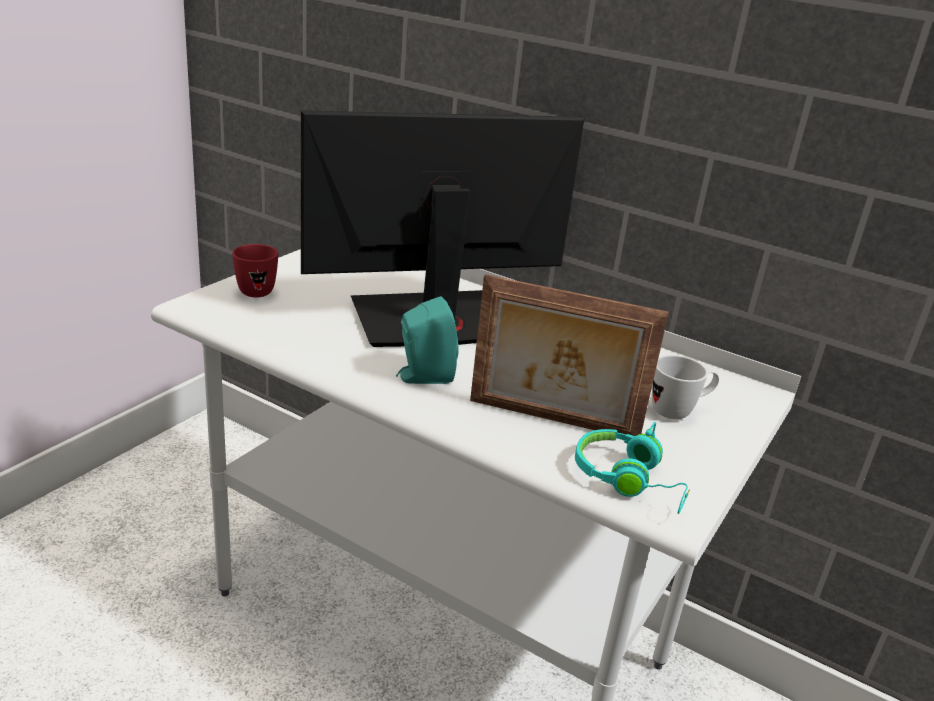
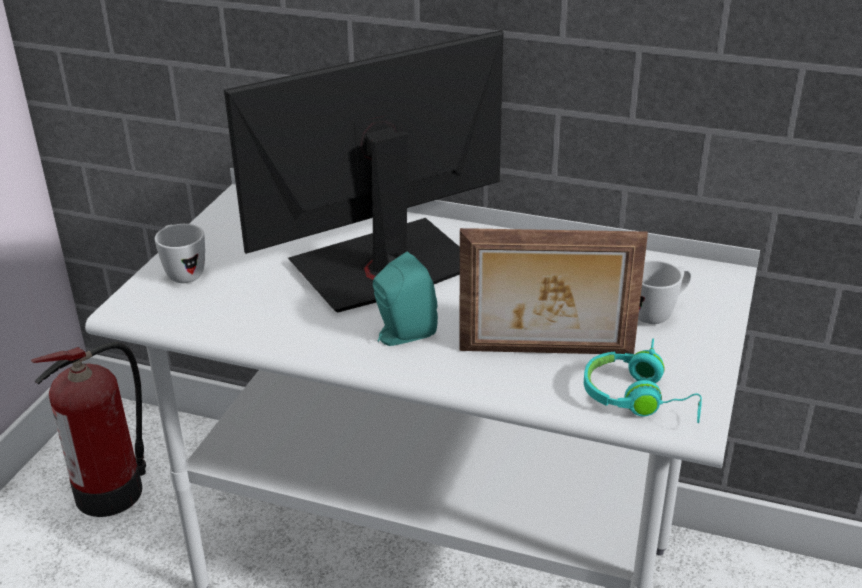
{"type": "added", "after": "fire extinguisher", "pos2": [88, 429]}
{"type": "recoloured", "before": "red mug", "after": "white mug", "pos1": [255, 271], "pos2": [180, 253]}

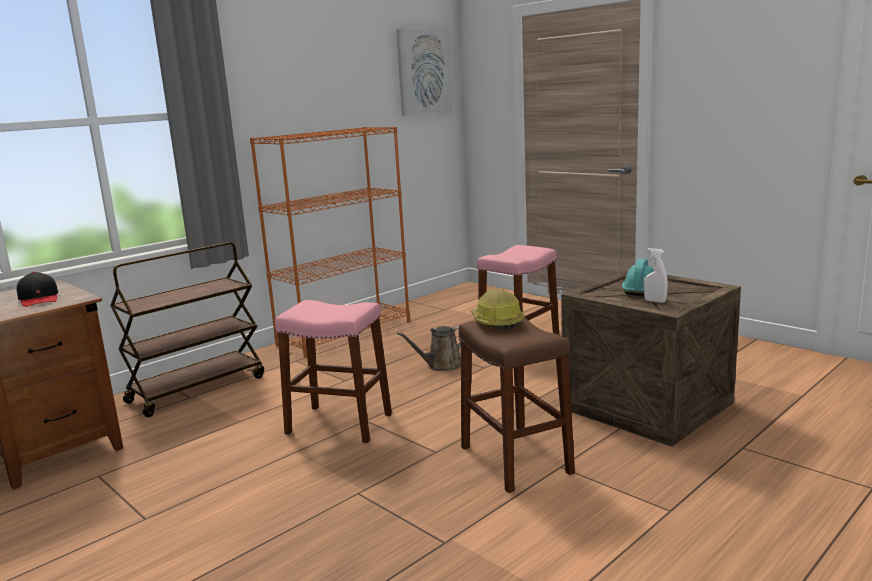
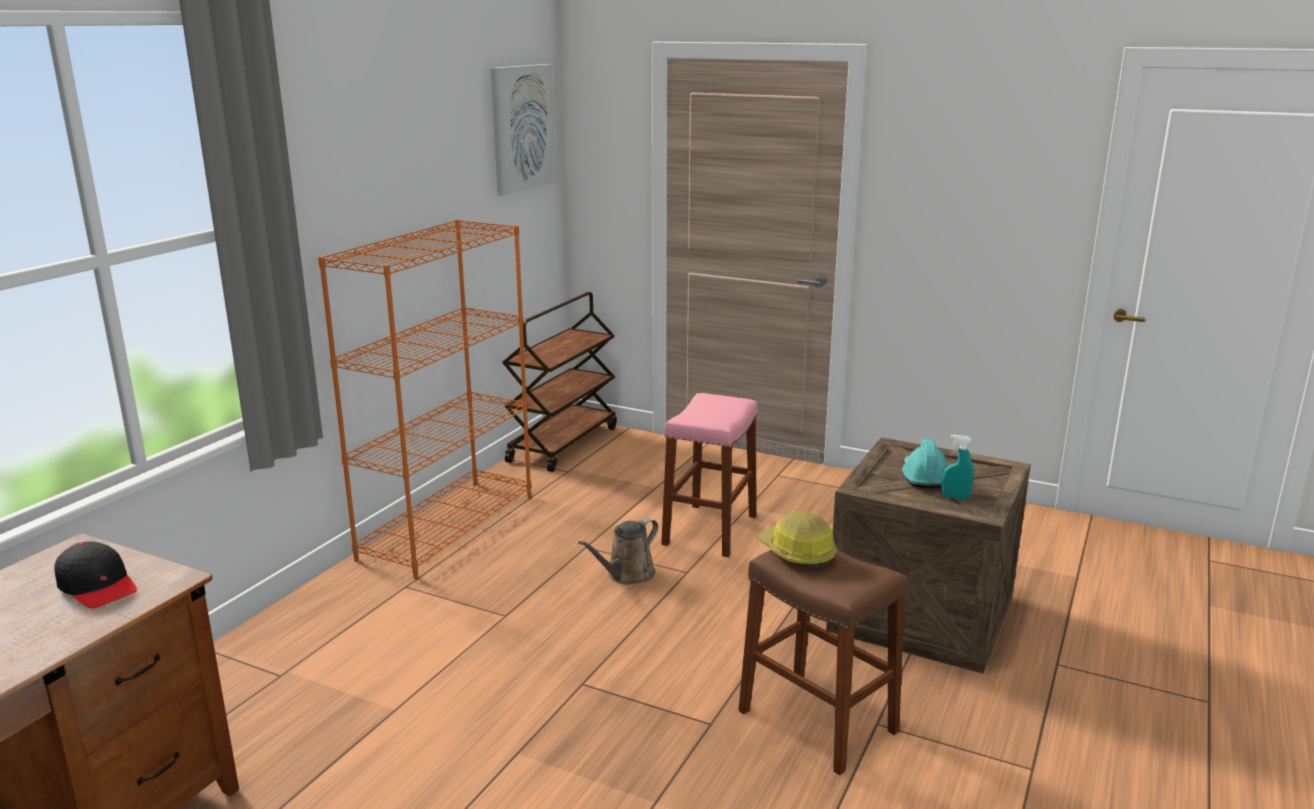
{"type": "removed", "before": "pink stool", "pos1": [333, 371]}
{"type": "moved", "before": "brown cart", "pos1": [187, 329], "pos2": [559, 382]}
{"type": "recoloured", "before": "white spray bottle", "after": "turquoise spray bottle", "pos1": [656, 275], "pos2": [958, 467]}

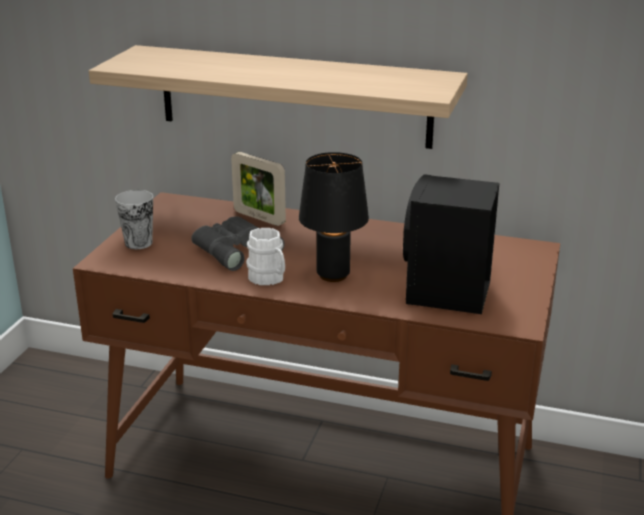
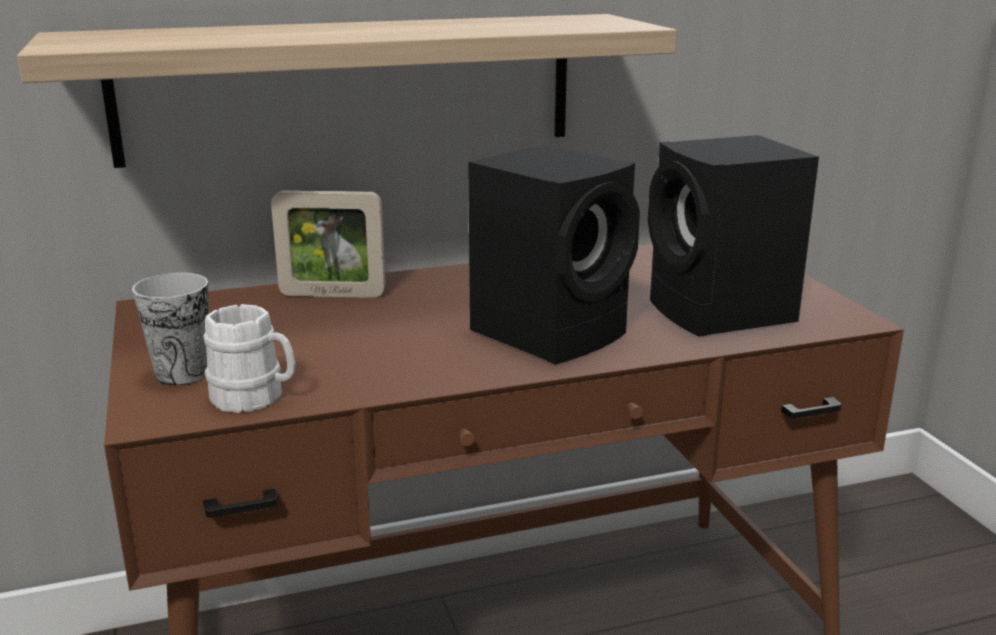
{"type": "removed", "before": "grey binoculars", "pos1": [238, 243]}
{"type": "moved", "before": "white mug", "pos1": [265, 256], "pos2": [249, 358]}
{"type": "replaced", "before": "black table lamp", "after": "black speaker", "pos1": [334, 217], "pos2": [554, 255]}

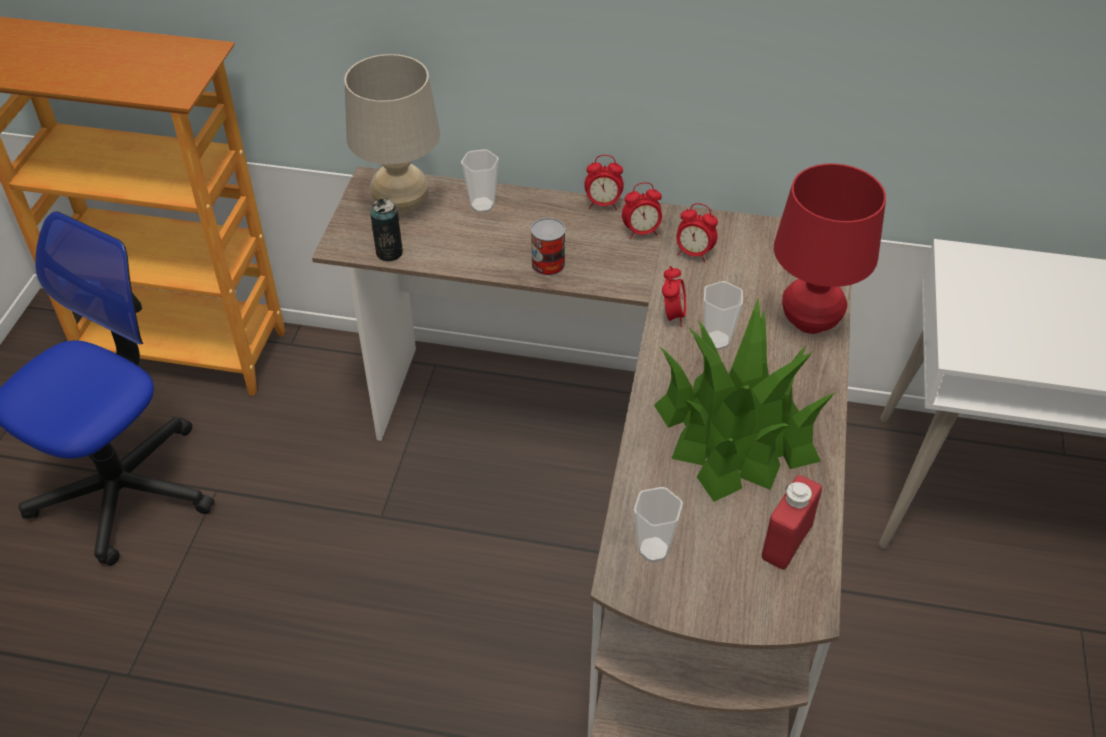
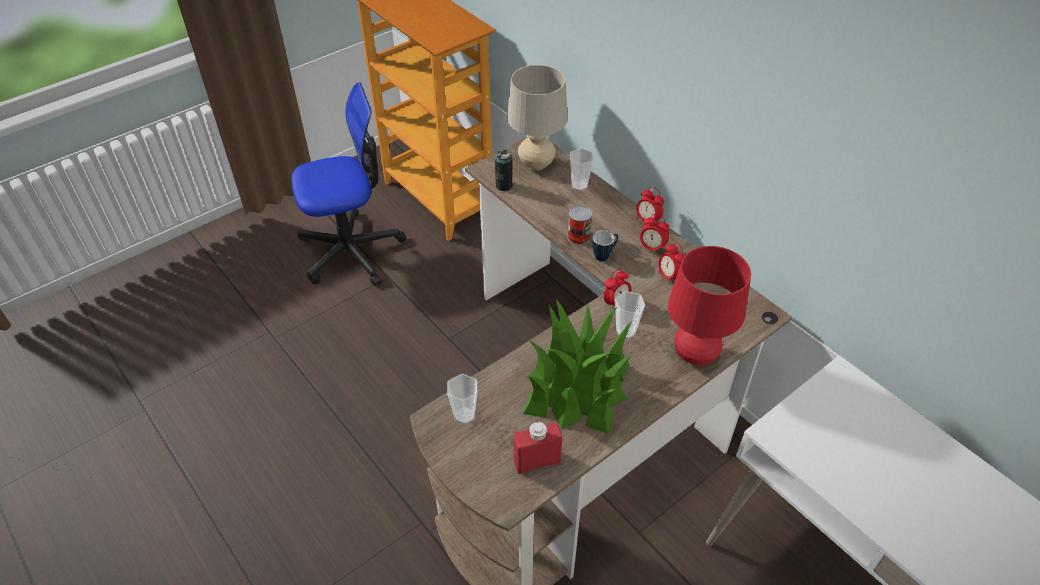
{"type": "added", "after": "mug", "pos2": [605, 245]}

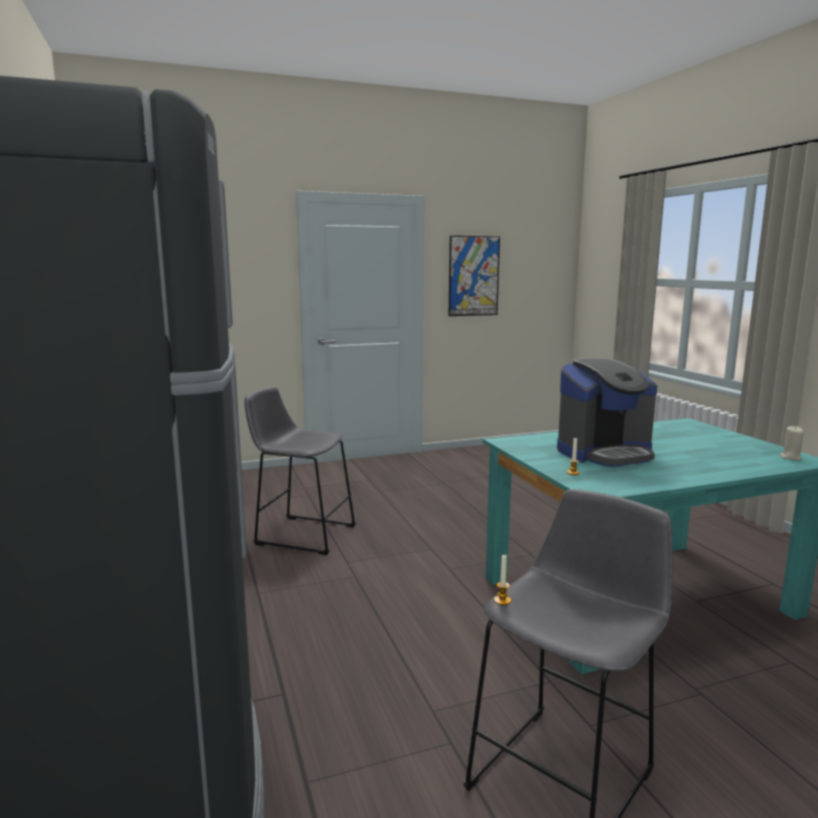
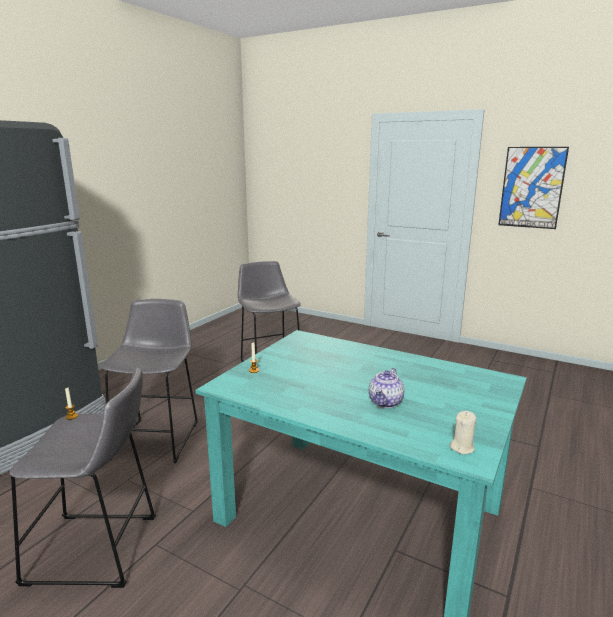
{"type": "removed", "before": "coffee machine", "pos1": [607, 412]}
{"type": "added", "after": "grey stool", "pos2": [149, 381]}
{"type": "added", "after": "teapot", "pos2": [386, 388]}

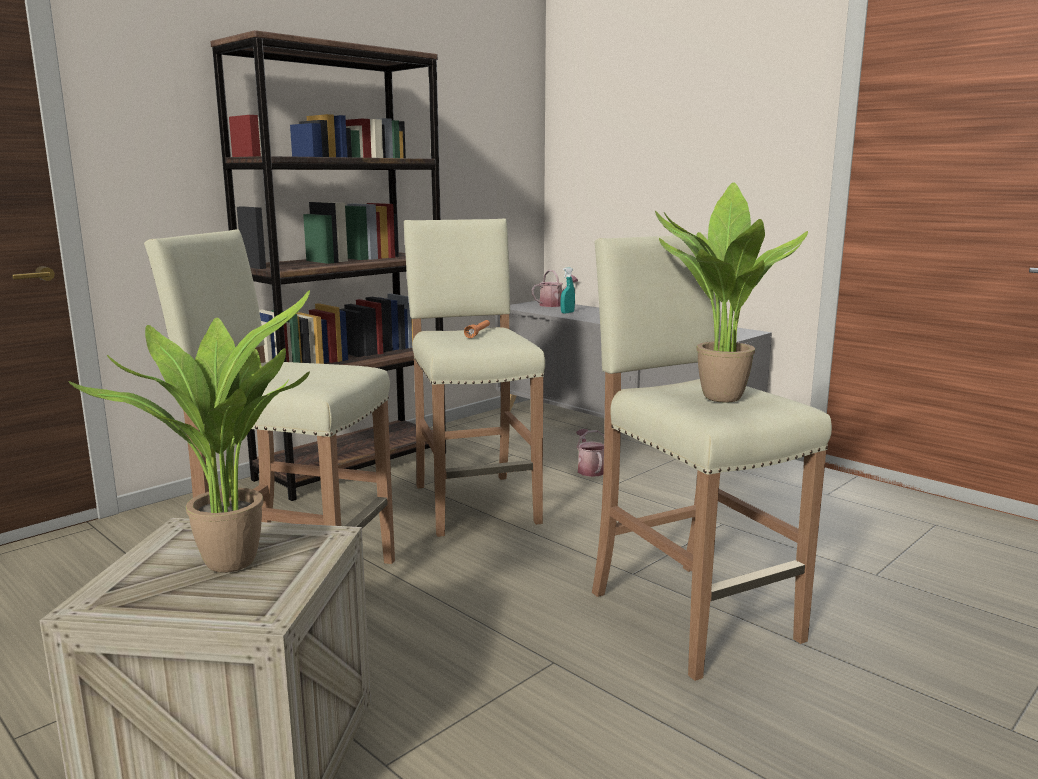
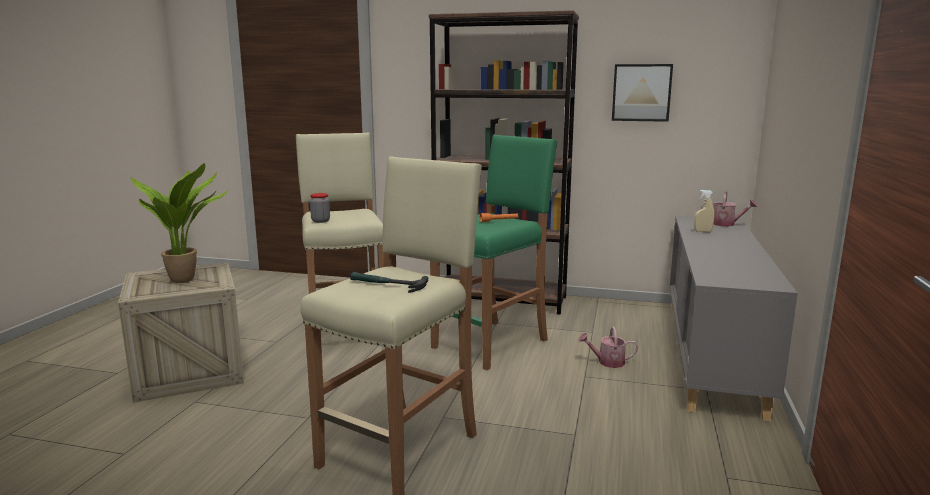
{"type": "added", "after": "jar", "pos2": [320, 208]}
{"type": "added", "after": "picture", "pos2": [642, 93]}
{"type": "replaced", "before": "potted plant", "after": "hammer", "pos1": [731, 292], "pos2": [389, 282]}
{"type": "recoloured", "before": "beige stool", "after": "green stool", "pos1": [474, 377], "pos2": [493, 252]}
{"type": "recoloured", "before": "turquoise spray bottle", "after": "beige spray bottle", "pos1": [568, 290], "pos2": [704, 211]}
{"type": "turned", "before": "watering can", "pos1": [590, 453], "pos2": [608, 347], "turn": -135}

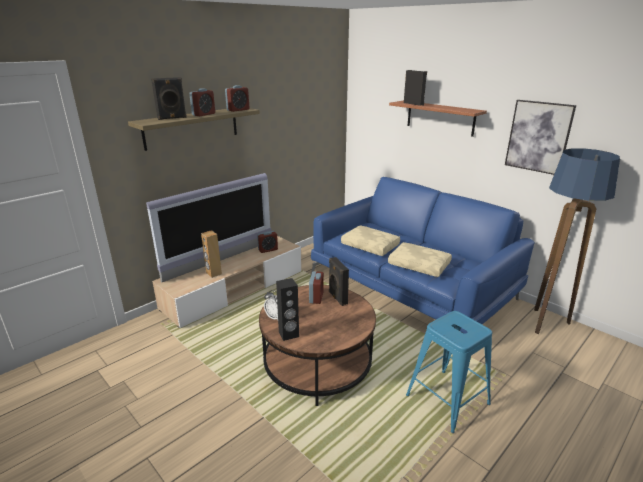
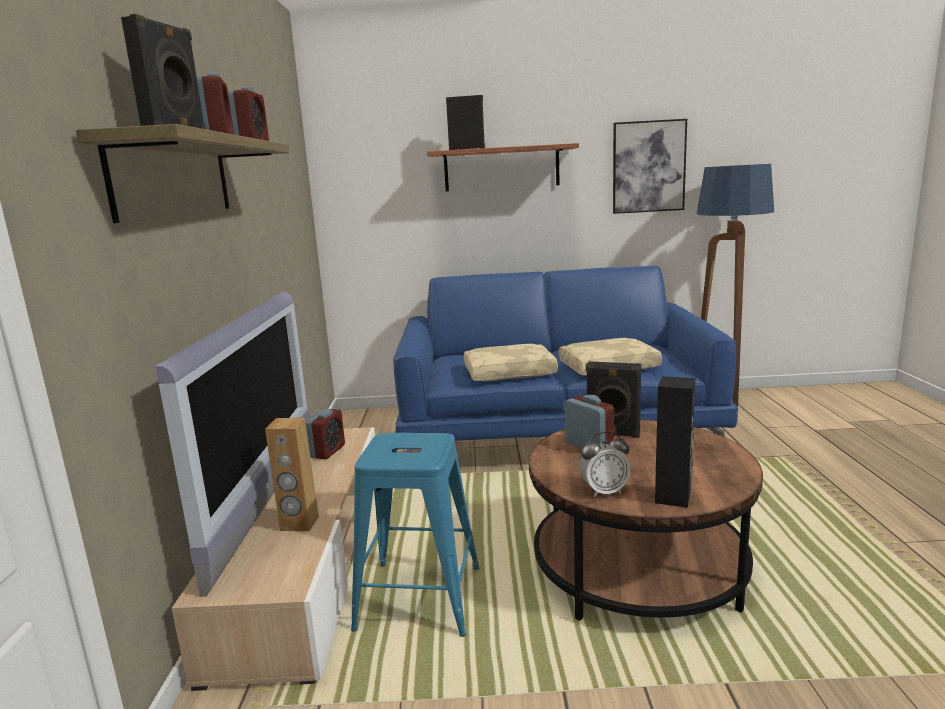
{"type": "moved", "before": "blue stool", "pos1": [449, 372], "pos2": [415, 535]}

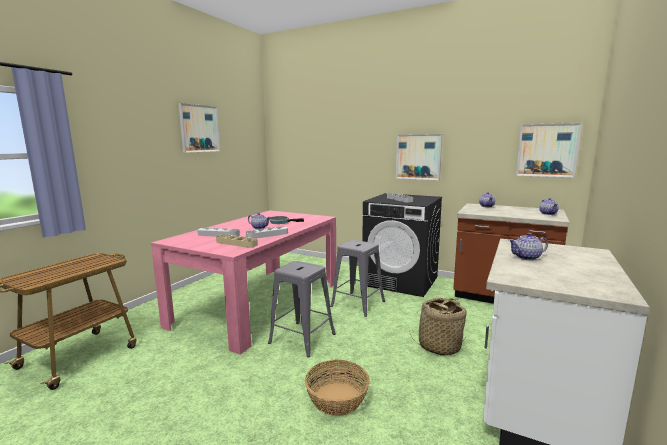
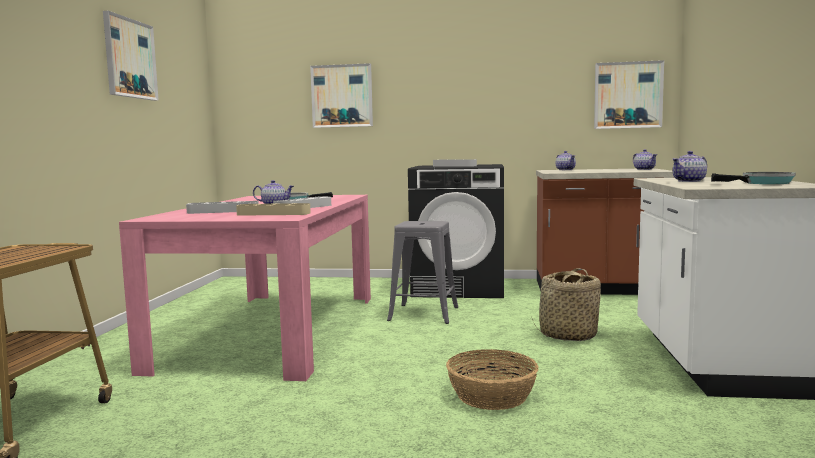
{"type": "removed", "before": "grey stool", "pos1": [302, 309]}
{"type": "added", "after": "frying pan", "pos2": [753, 178]}
{"type": "moved", "before": "picture", "pos1": [419, 157], "pos2": [341, 95]}

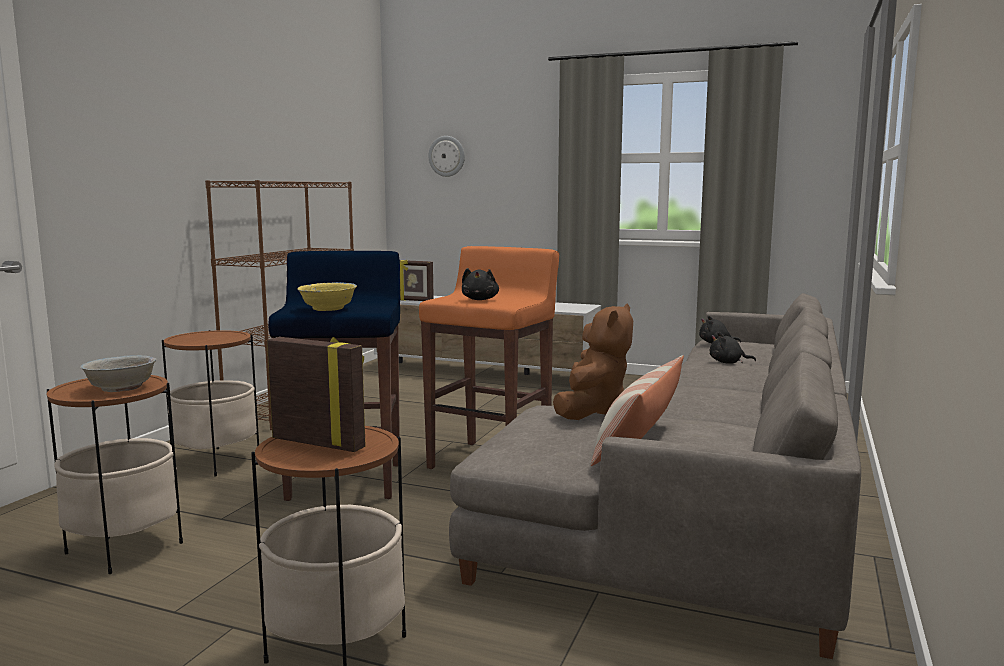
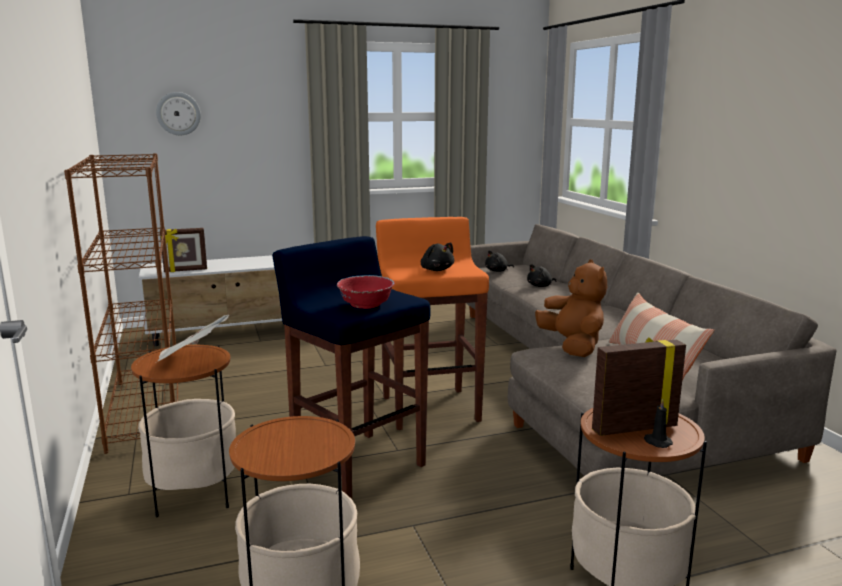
{"type": "removed", "before": "white bowl", "pos1": [118, 373]}
{"type": "added", "after": "newspaper", "pos2": [193, 338]}
{"type": "added", "after": "black candle", "pos2": [658, 423]}
{"type": "recoloured", "before": "yellow bowl", "after": "red bowl", "pos1": [327, 296], "pos2": [366, 292]}

